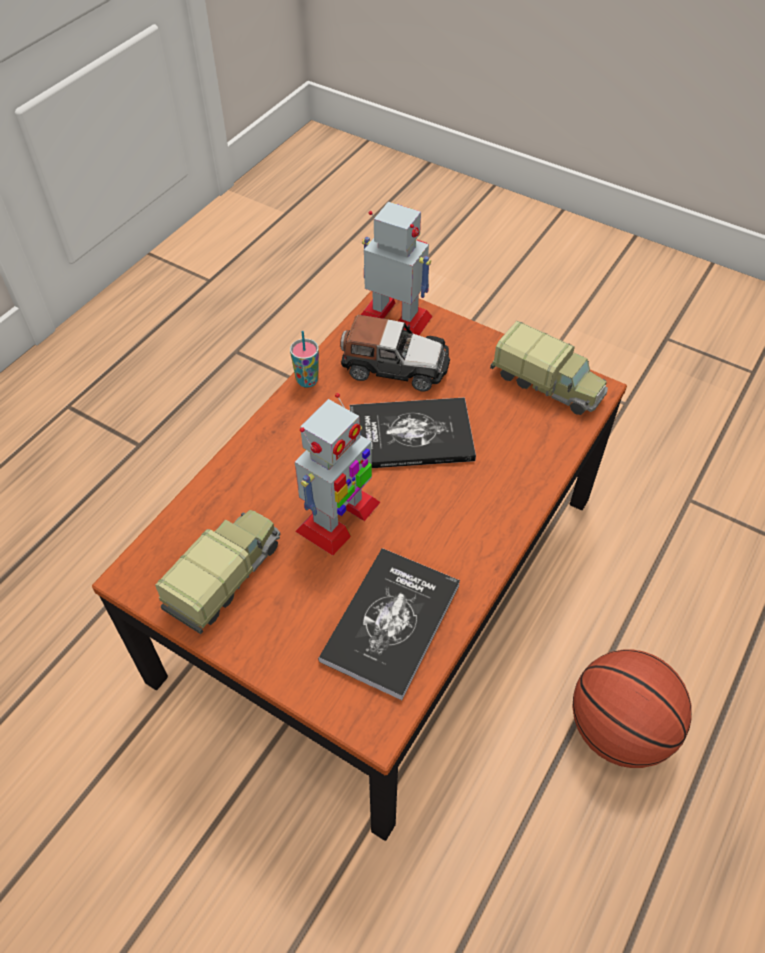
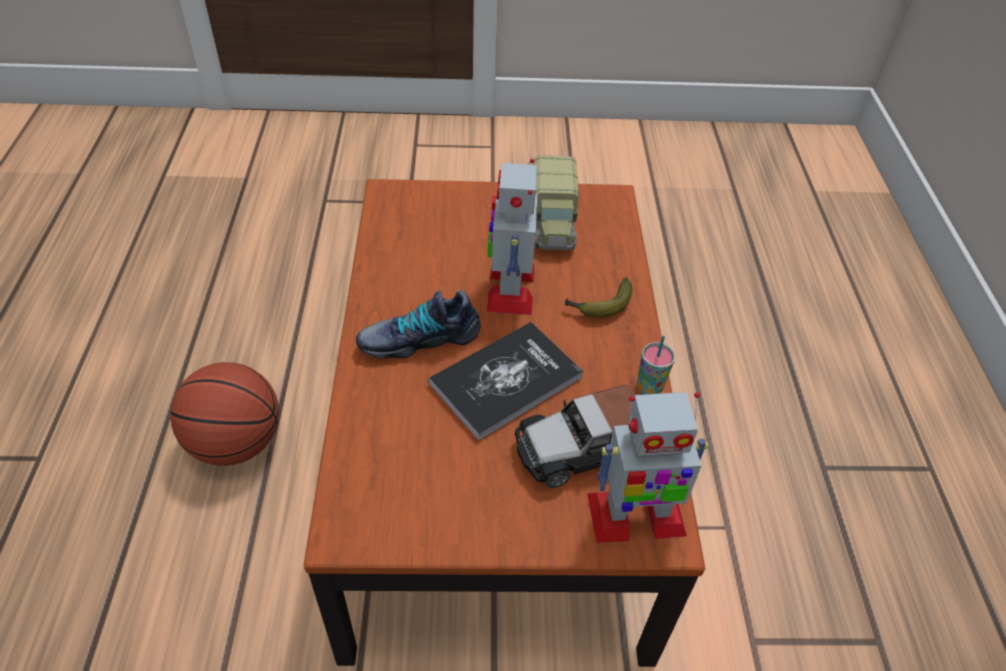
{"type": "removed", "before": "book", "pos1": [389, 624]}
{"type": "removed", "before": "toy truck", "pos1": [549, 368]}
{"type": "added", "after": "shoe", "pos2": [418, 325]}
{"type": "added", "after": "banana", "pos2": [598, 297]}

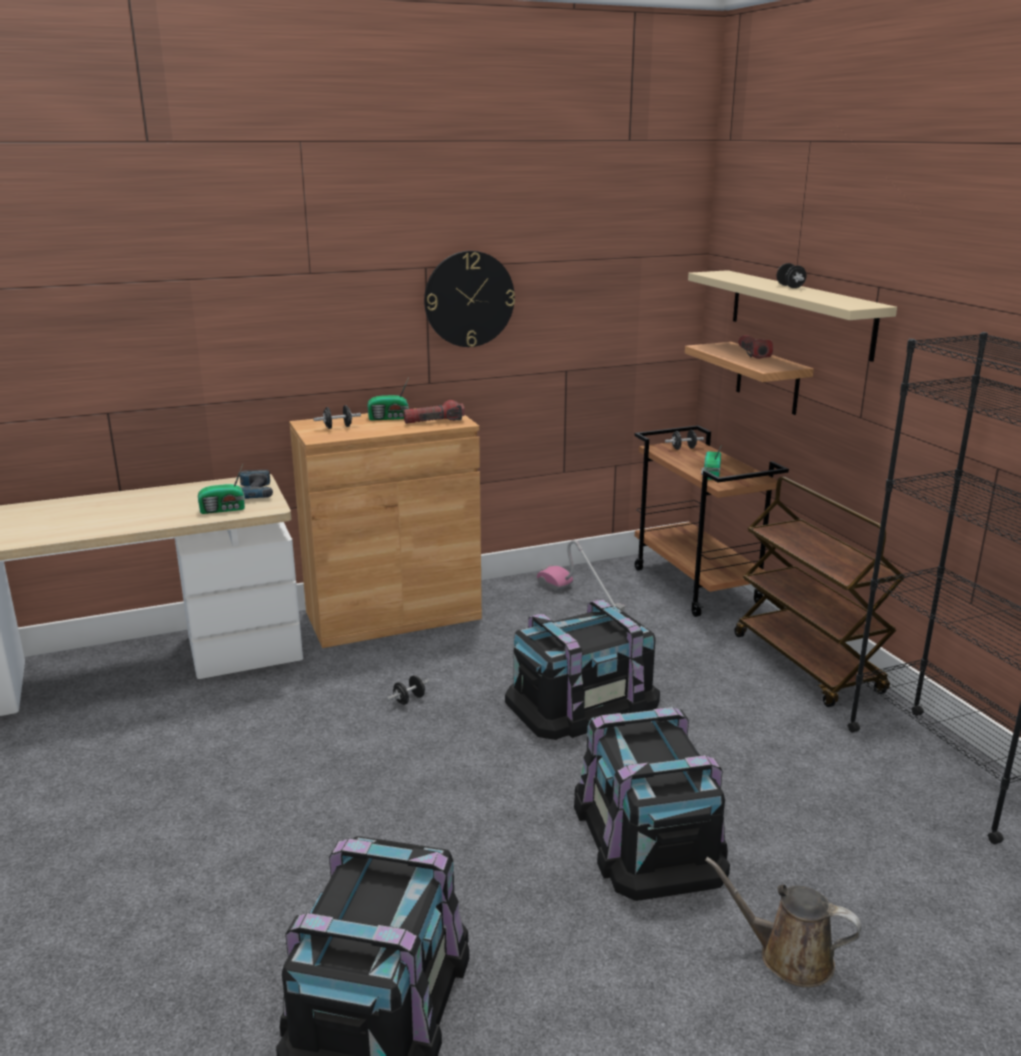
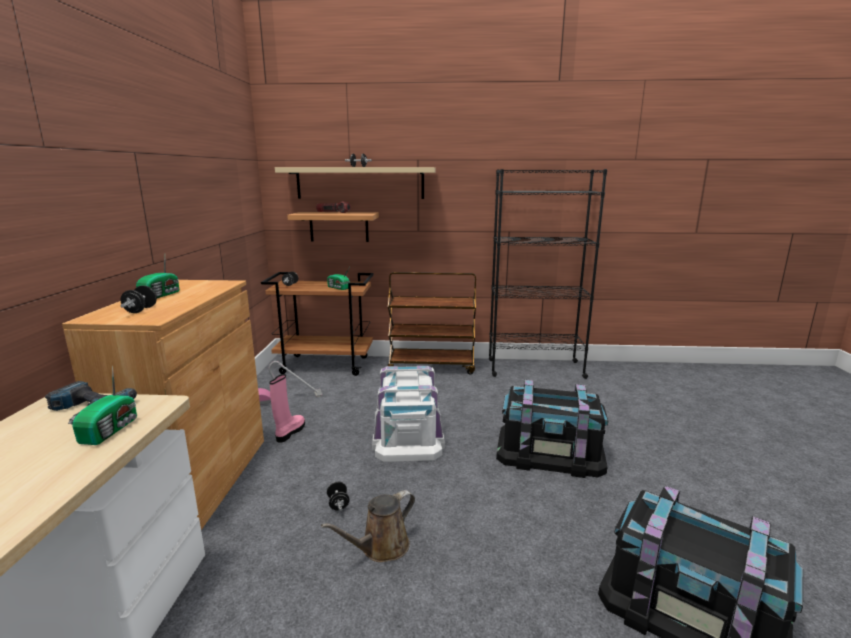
{"type": "removed", "before": "flashlight", "pos1": [434, 412]}
{"type": "removed", "before": "wall clock", "pos1": [469, 299]}
{"type": "added", "after": "pink boot", "pos2": [287, 408]}
{"type": "moved", "before": "brown watering can", "pos1": [783, 922], "pos2": [368, 526]}
{"type": "recoloured", "before": "black storage box", "after": "white storage box", "pos1": [582, 669], "pos2": [408, 414]}

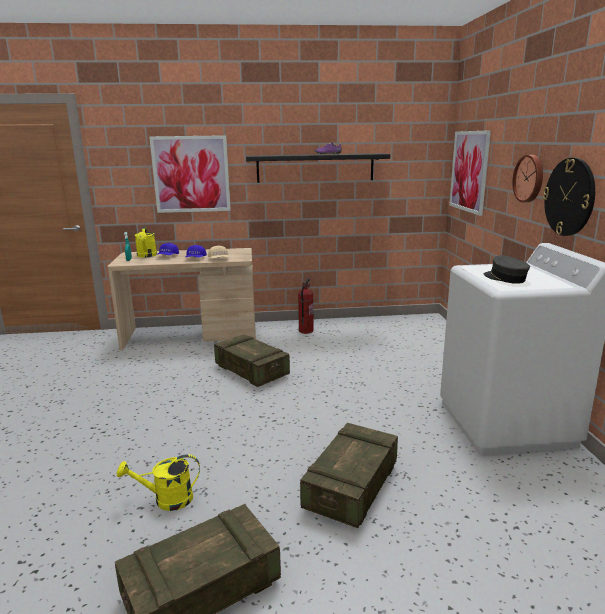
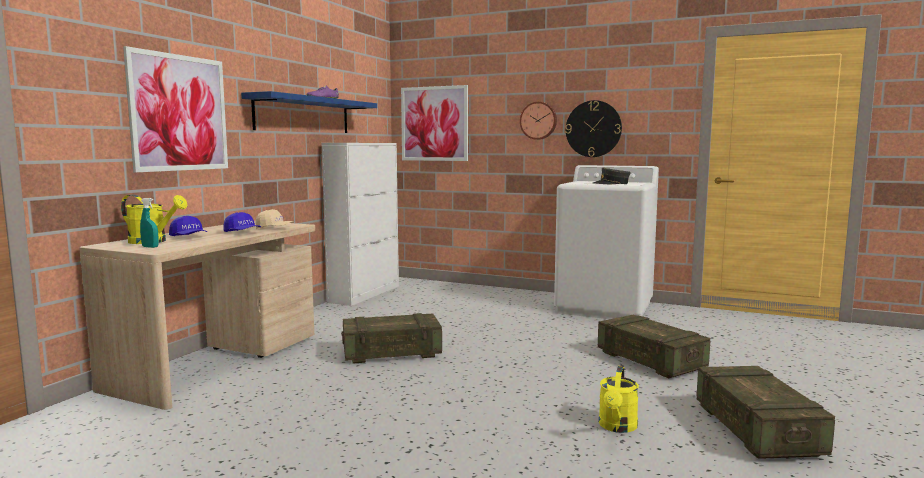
{"type": "removed", "before": "fire extinguisher", "pos1": [306, 306]}
{"type": "added", "after": "white cabinet", "pos2": [360, 224]}
{"type": "recoloured", "before": "black shelf", "after": "blue shelf", "pos1": [318, 168], "pos2": [309, 112]}

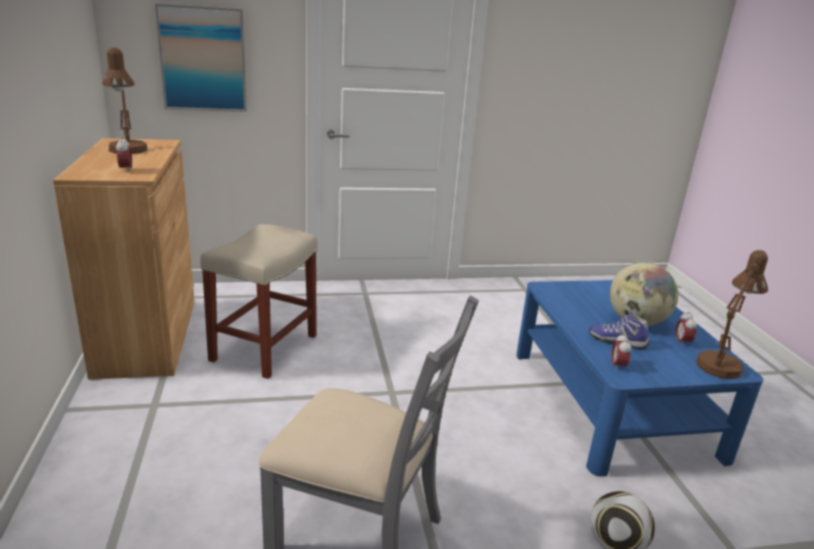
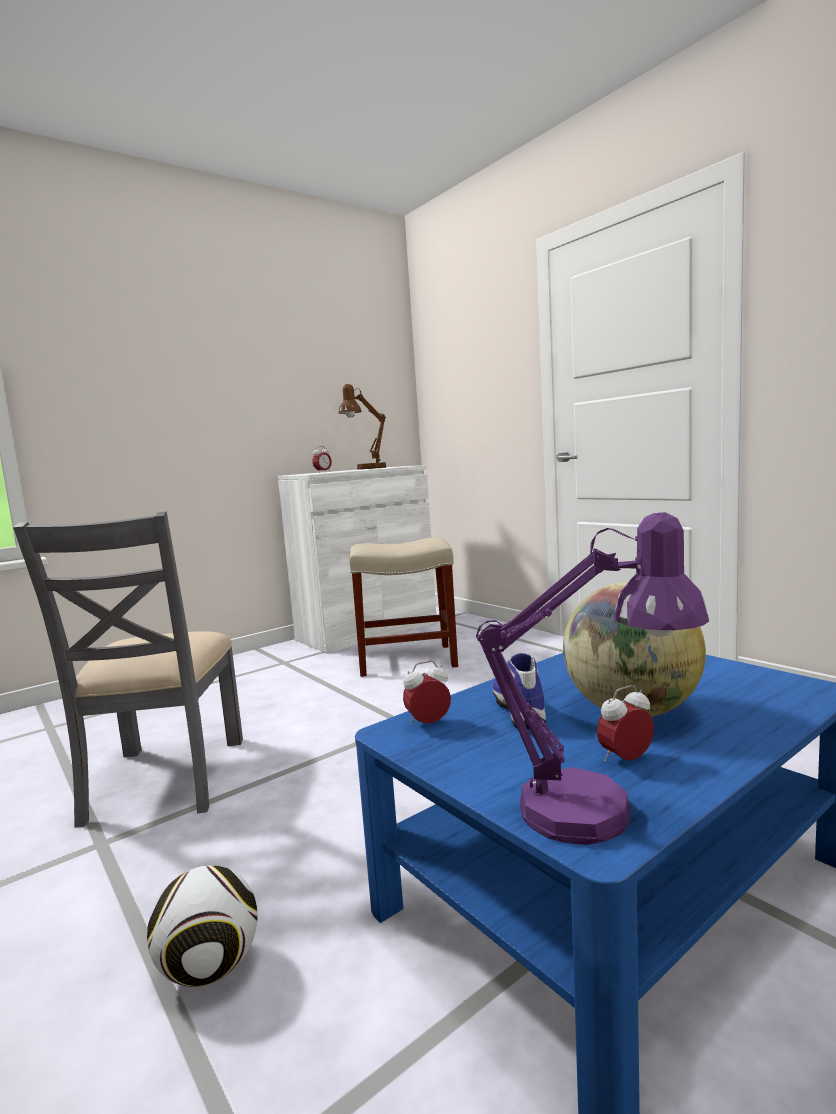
{"type": "removed", "before": "picture", "pos1": [201, 58]}
{"type": "recoloured", "before": "brown cabinet", "after": "white cabinet", "pos1": [124, 259], "pos2": [357, 559]}
{"type": "recoloured", "before": "brown table lamp", "after": "purple table lamp", "pos1": [732, 314], "pos2": [592, 678]}

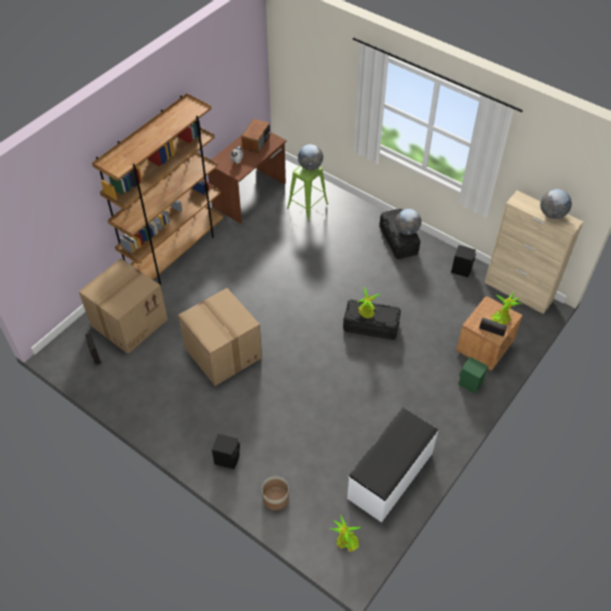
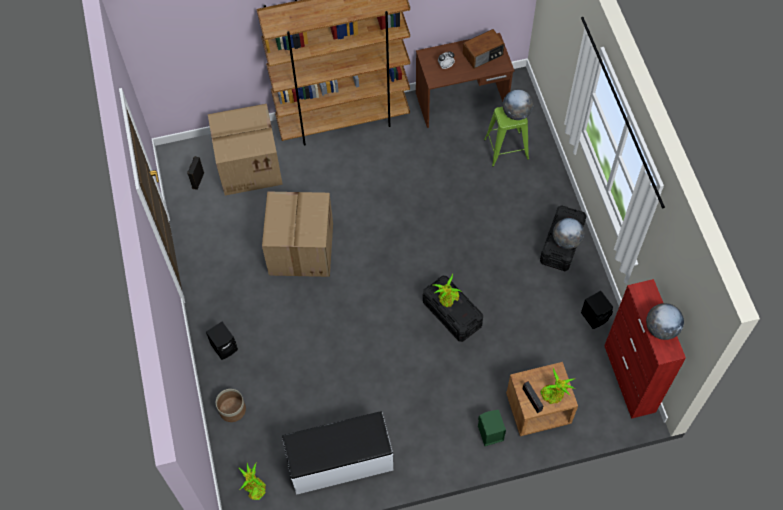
{"type": "recoloured", "before": "beige cabinet", "after": "red cabinet", "pos1": [533, 252], "pos2": [645, 349]}

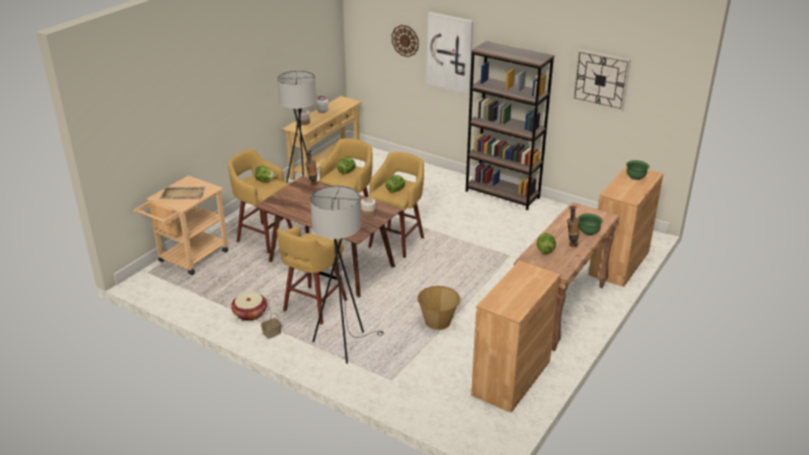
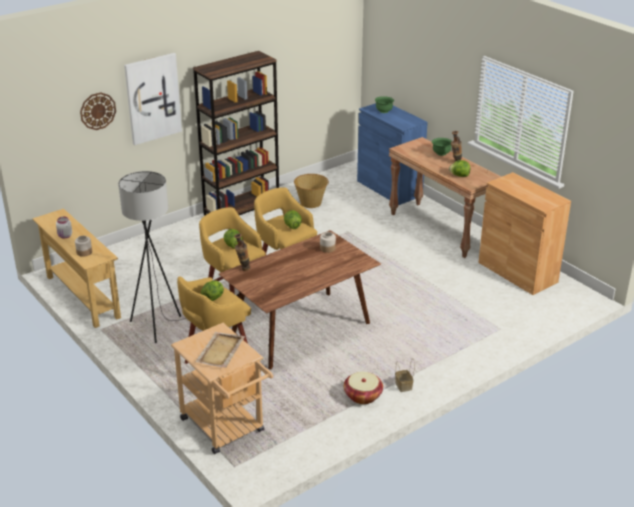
{"type": "removed", "before": "yellow stool", "pos1": [312, 275]}
{"type": "removed", "before": "grey floor lamp", "pos1": [347, 275]}
{"type": "removed", "before": "wall clock", "pos1": [601, 80]}
{"type": "moved", "before": "basket", "pos1": [438, 308], "pos2": [311, 191]}
{"type": "recoloured", "before": "brown cabinet", "after": "blue cabinet", "pos1": [625, 226], "pos2": [392, 154]}

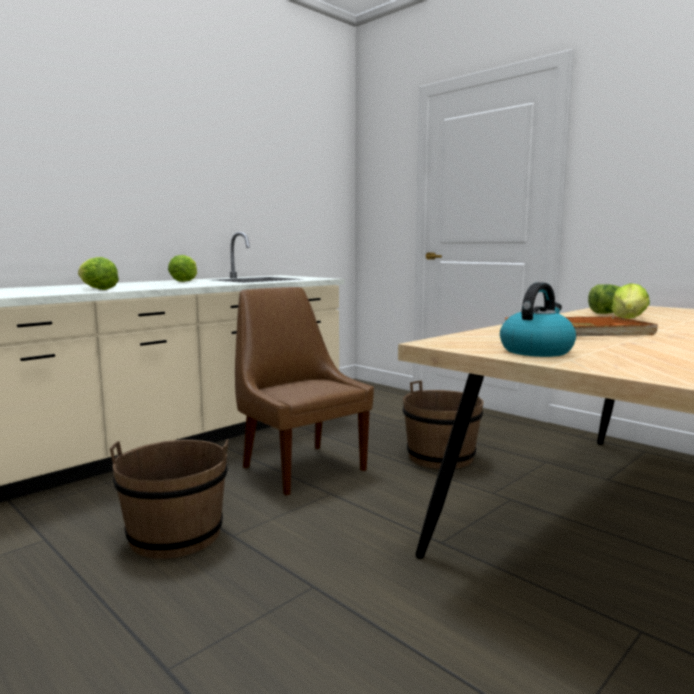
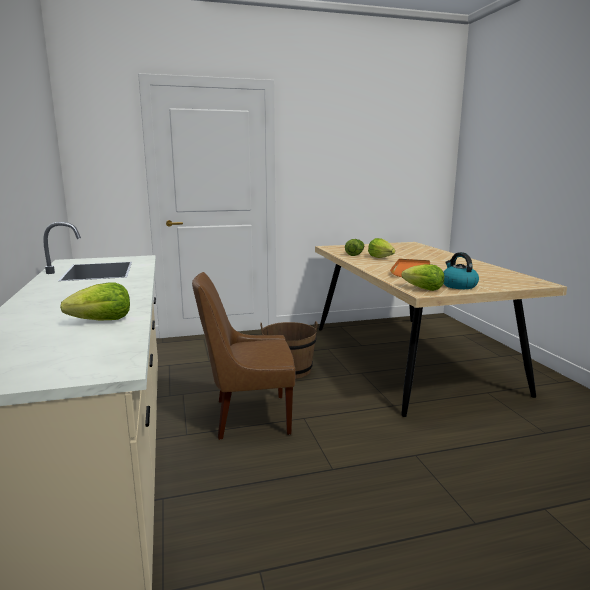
{"type": "removed", "before": "brown bucket", "pos1": [169, 499]}
{"type": "moved", "before": "lettuce", "pos1": [182, 268], "pos2": [422, 277]}

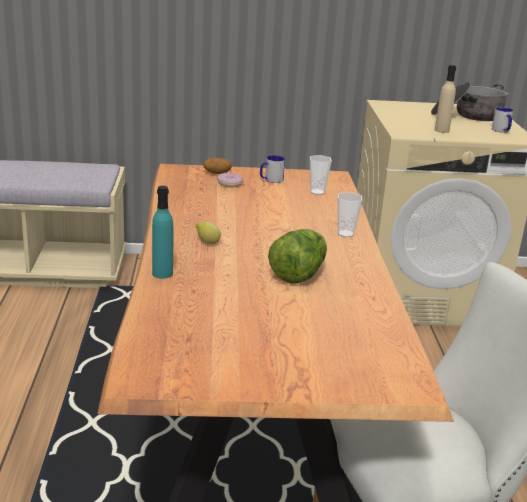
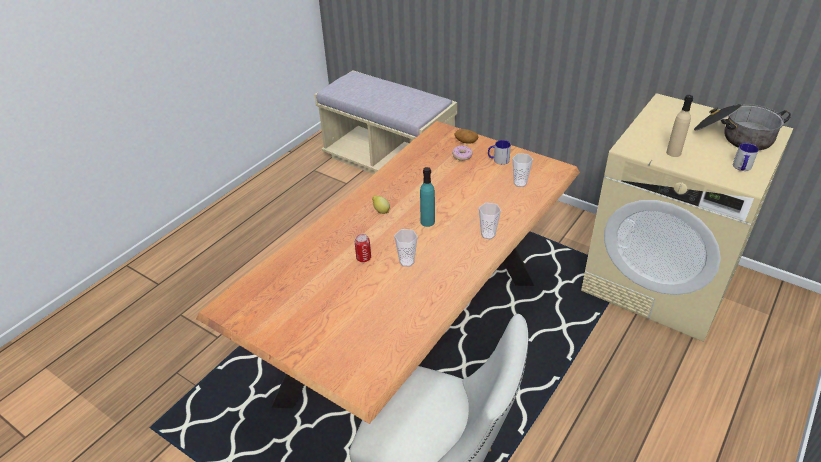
{"type": "added", "after": "can", "pos2": [363, 248]}
{"type": "moved", "before": "turquoise bottle", "pos1": [162, 232], "pos2": [427, 197]}
{"type": "replaced", "before": "lettuce", "after": "cup", "pos1": [297, 256], "pos2": [406, 248]}

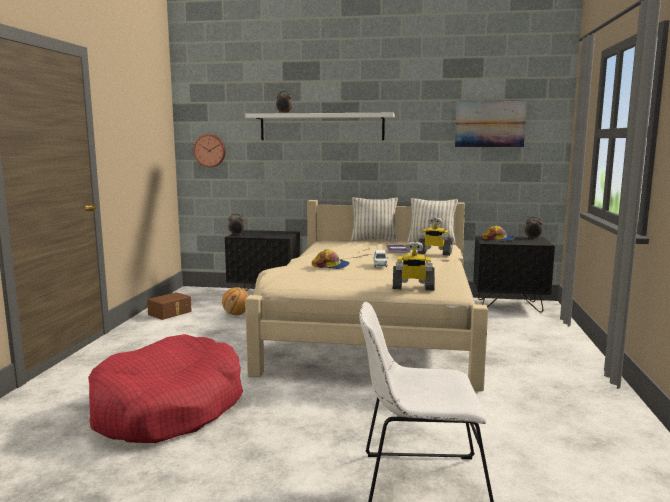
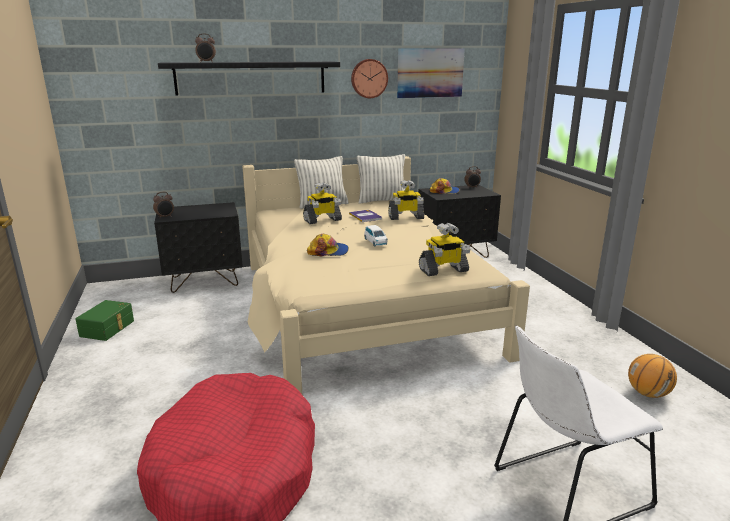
{"type": "added", "after": "toy robot", "pos2": [322, 203]}
{"type": "moved", "before": "wall clock", "pos1": [209, 150], "pos2": [369, 78]}
{"type": "moved", "before": "basketball", "pos1": [235, 301], "pos2": [652, 376]}
{"type": "recoloured", "before": "brown storage box", "after": "green storage box", "pos1": [169, 306], "pos2": [104, 320]}
{"type": "recoloured", "before": "white shelf", "after": "black shelf", "pos1": [320, 126], "pos2": [249, 79]}

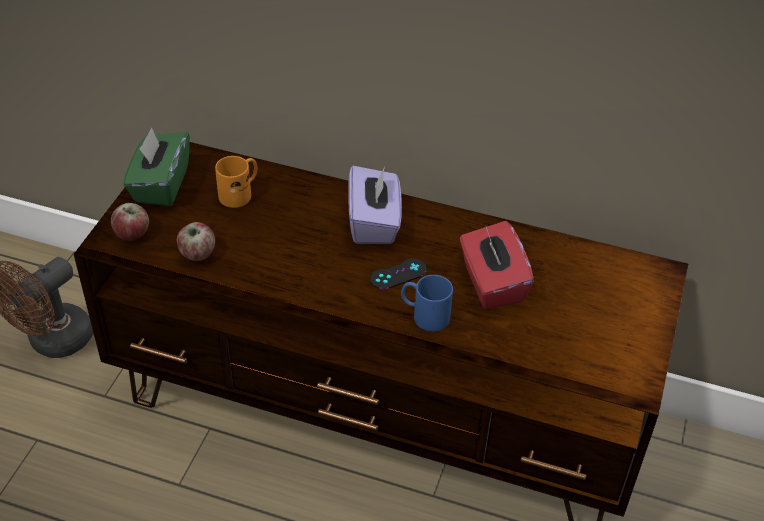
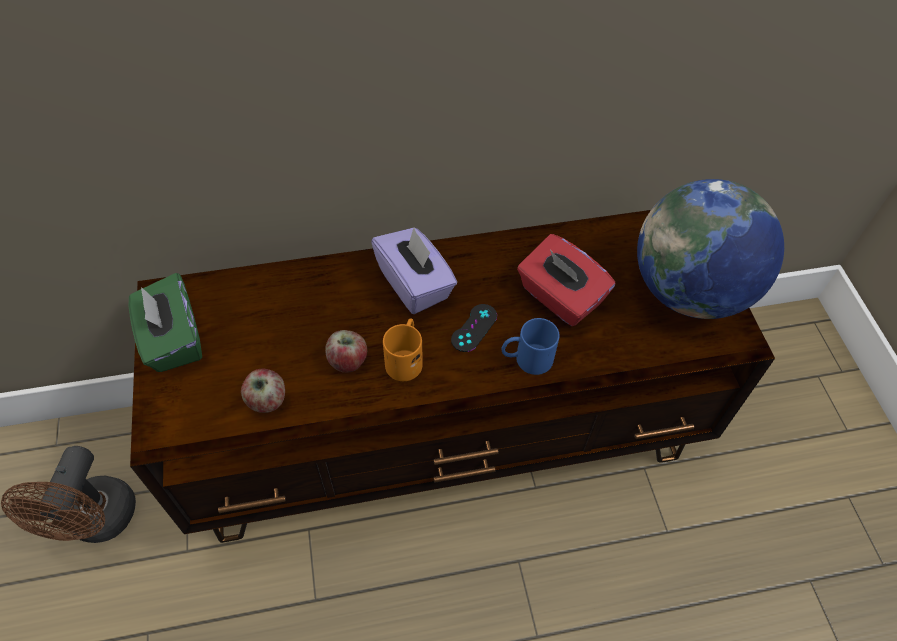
{"type": "added", "after": "globe", "pos2": [710, 249]}
{"type": "moved", "before": "apple", "pos1": [130, 222], "pos2": [346, 351]}
{"type": "moved", "before": "orange mug", "pos1": [236, 182], "pos2": [403, 350]}

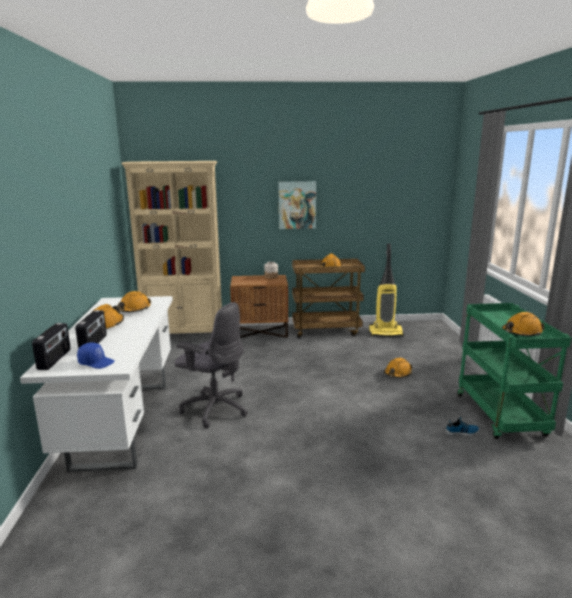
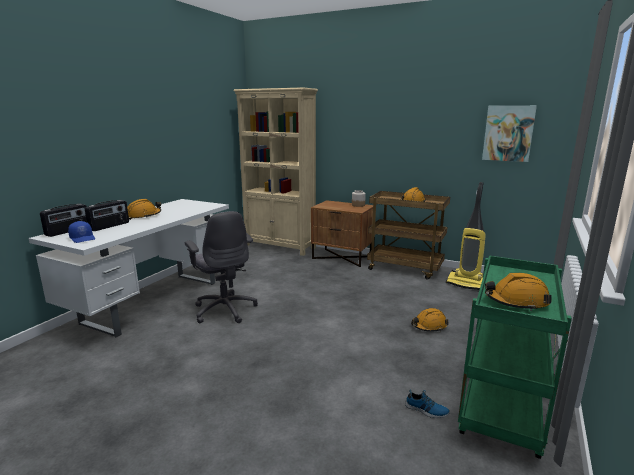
{"type": "removed", "before": "orange hard hat", "pos1": [134, 301]}
{"type": "moved", "before": "picture", "pos1": [297, 205], "pos2": [509, 133]}

